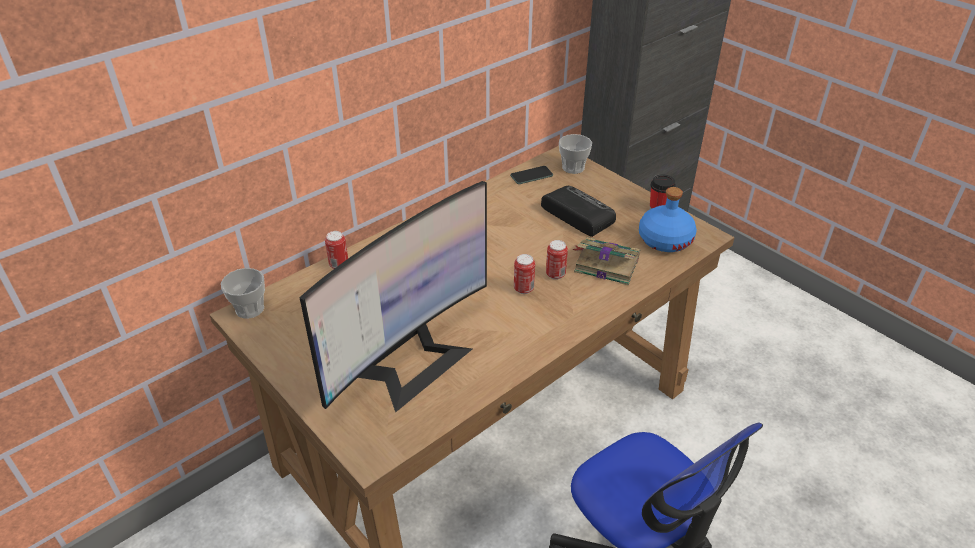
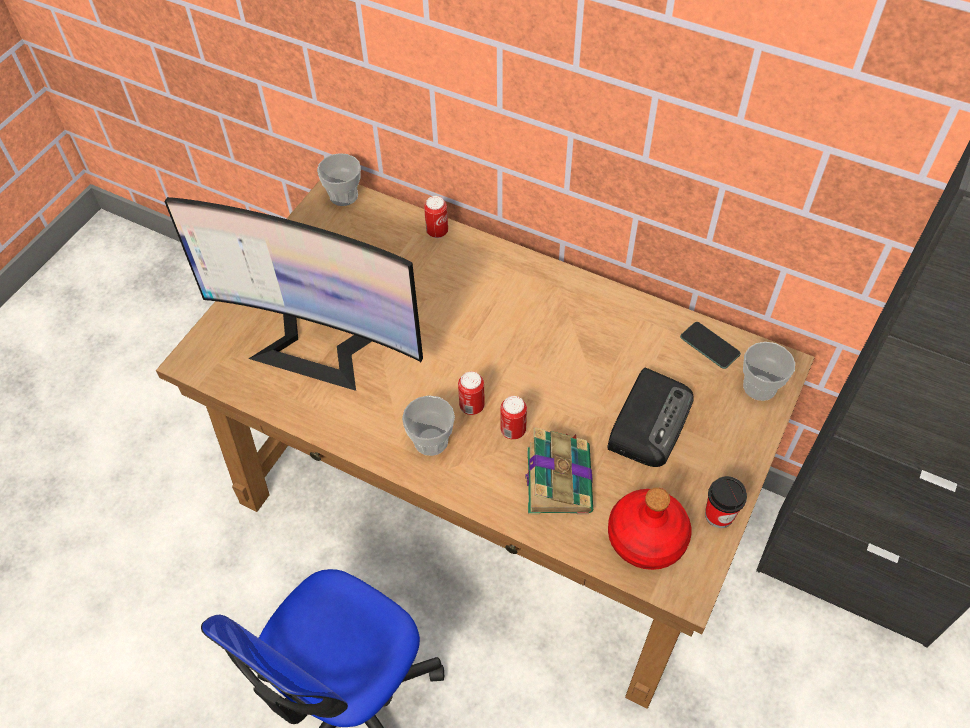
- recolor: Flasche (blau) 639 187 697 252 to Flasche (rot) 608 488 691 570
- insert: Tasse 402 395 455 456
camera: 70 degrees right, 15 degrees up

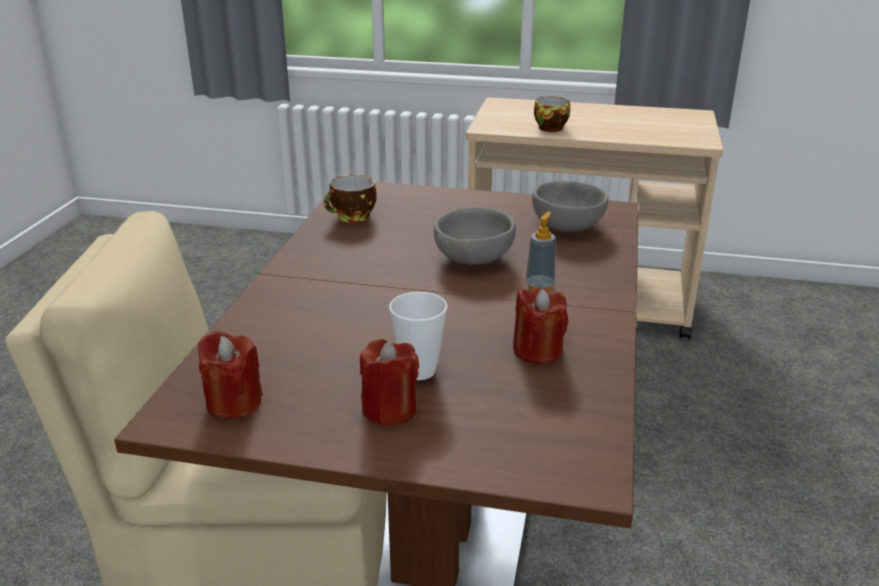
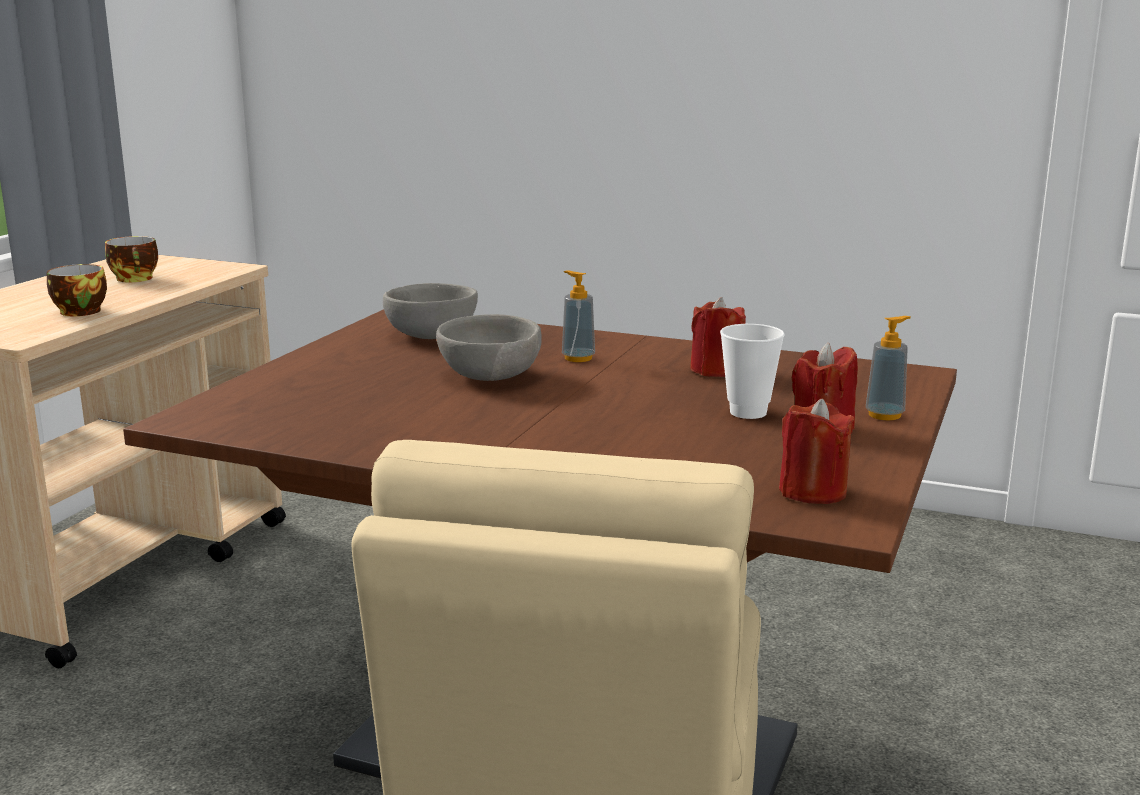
- move: Tasse 324 175 376 223 to 105 236 158 282
- insert: Seifenspender 866 316 911 420
camera: 80 degrees left, 10 degrees down

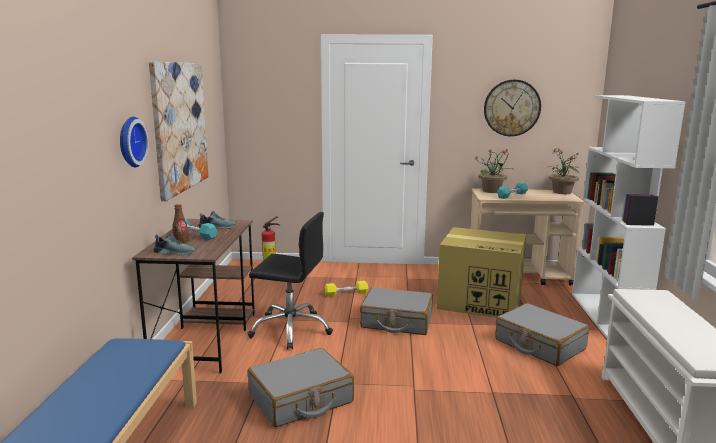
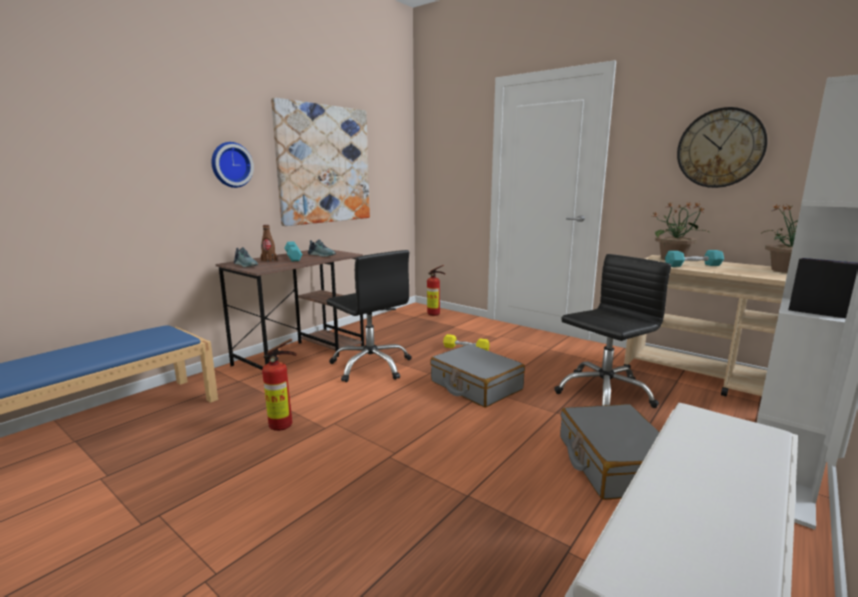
- replace: Karton 437 227 526 318 to Bürostuhl (schwarz) 554 254 671 408
- replace: Koffer (grau) 248 348 354 427 to Feuerlöscher 262 339 297 431
camera: 35 degrees right, 0 degrees up

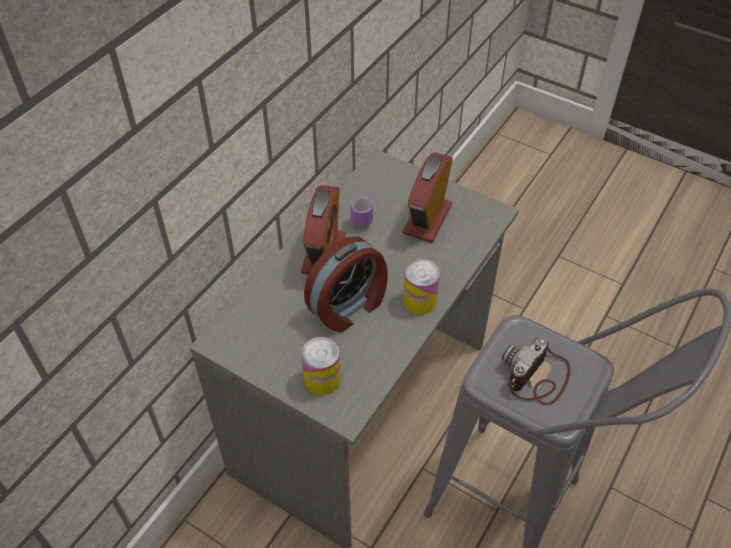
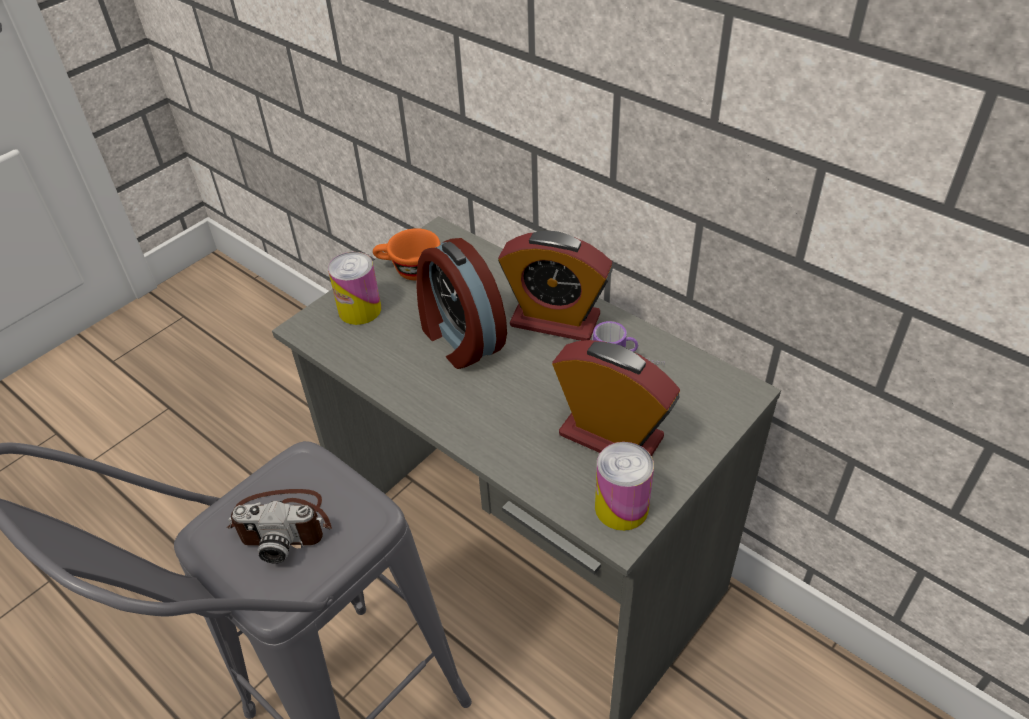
- move: Dose 403 259 440 315 to 595 442 654 531
- rotate: Kamera 502 338 571 405 = 226 489 332 564 135 degrees clockwise
- insert: Tasse (orange) 373 228 440 280
camera: 100 degrees right, 5 degrees down

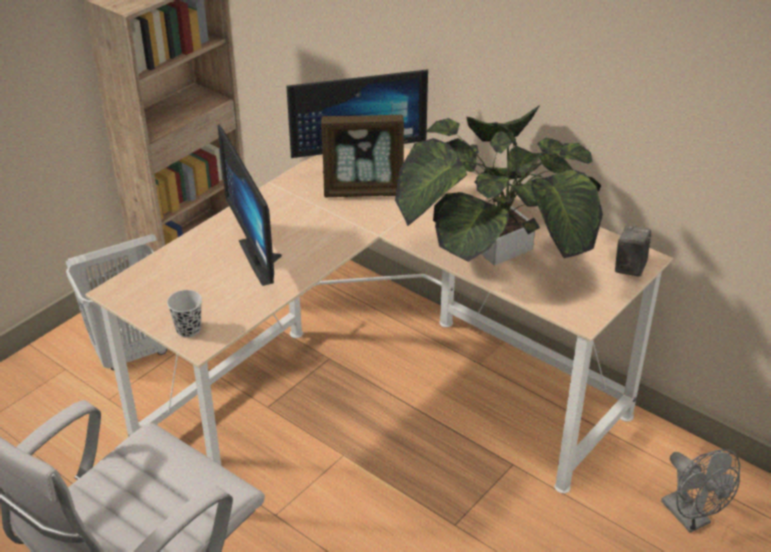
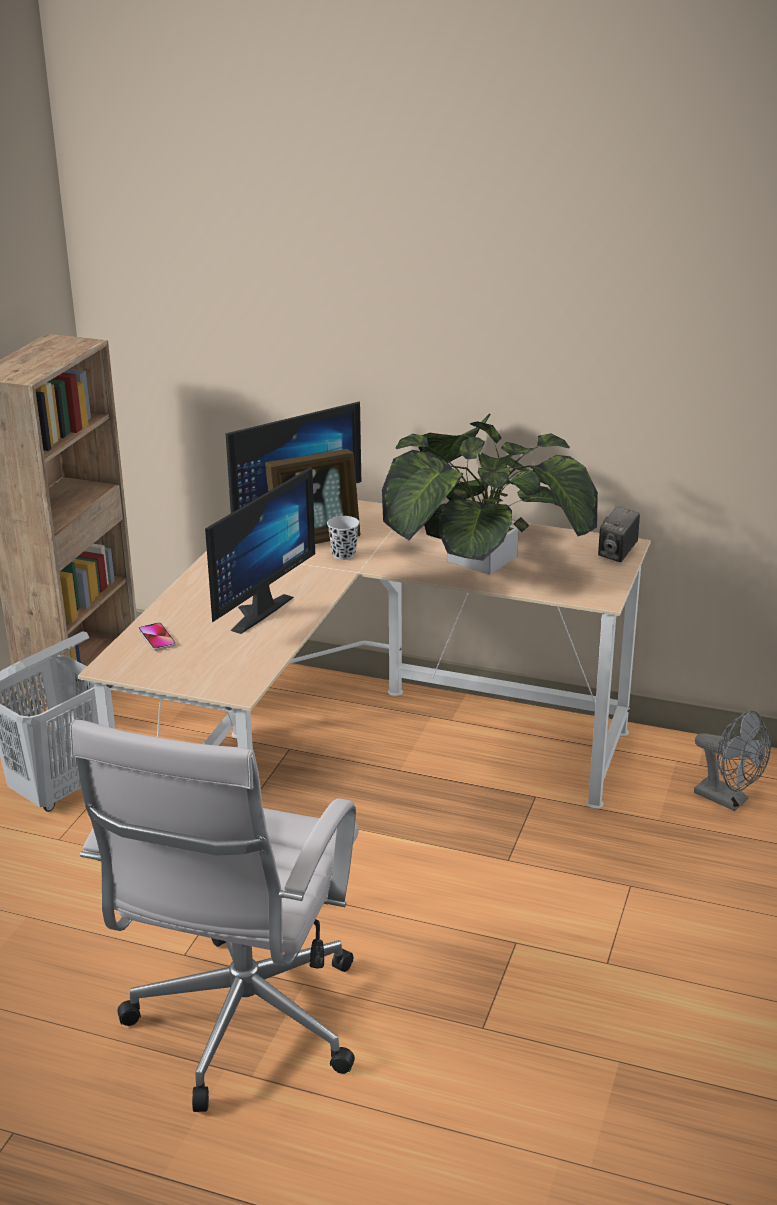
- rotate: Monitor 218 124 282 286 = 205 467 315 634 105 degrees counterclockwise
- rotate: Kamera 615 226 651 277 = 598 506 640 562 150 degrees counterclockwise
- move: Tasse (schwarz) 167 290 202 338 to 327 516 359 560
- insert: Handy 138 622 176 651
camera: 20 degrees left, 10 degrees down

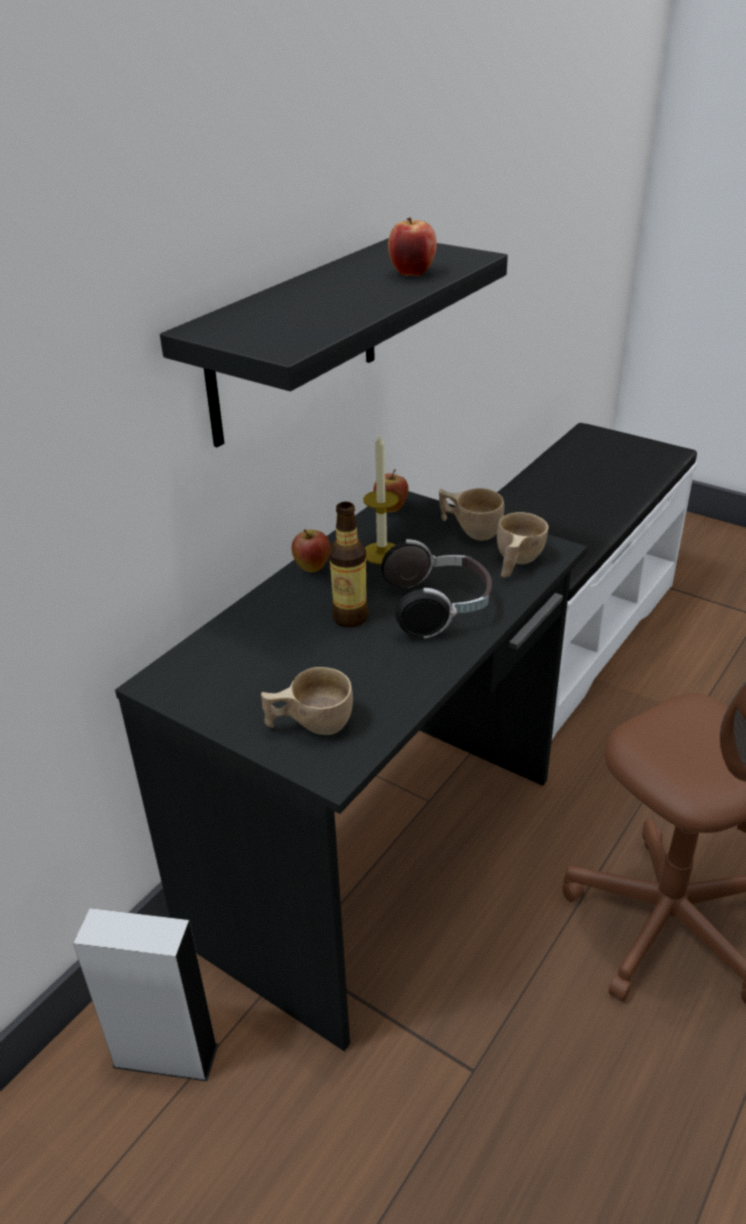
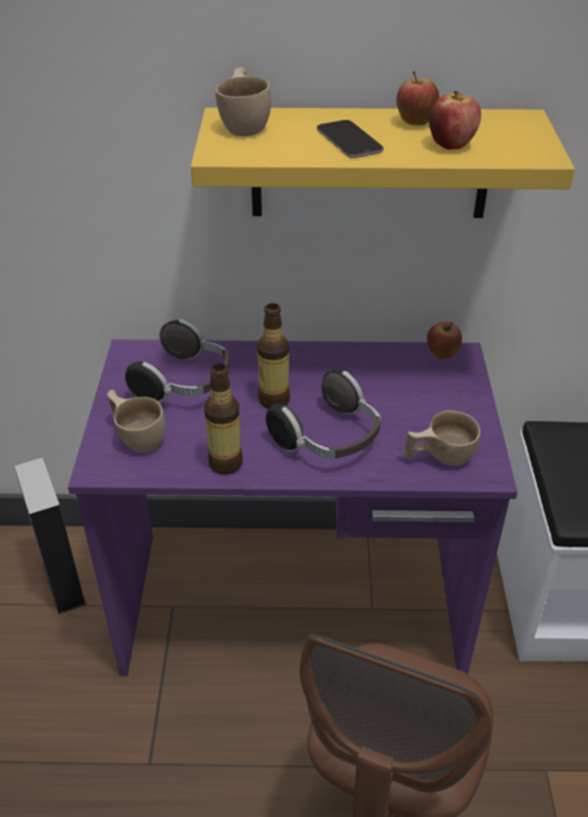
- recolor: Wandregal (schwarz) 160 238 508 447 to Wandregal (gelb) 191 107 575 218
- delete: Kerze 363 433 399 564
- move: Tasse (beige) 439 488 504 541 to 215 67 271 136
- recolor: Schreibtisch (schwarz) 115 491 587 1051 to Schreibtisch (lila) 68 339 518 676
- move: Apfel 292 529 330 572 to 397 71 439 126
- insert: Handy 317 120 384 158
- insert: Kopfhörer 125 319 229 403
- insert: Flasche 204 363 243 475
camera: 55 degrees right, 5 degrees up

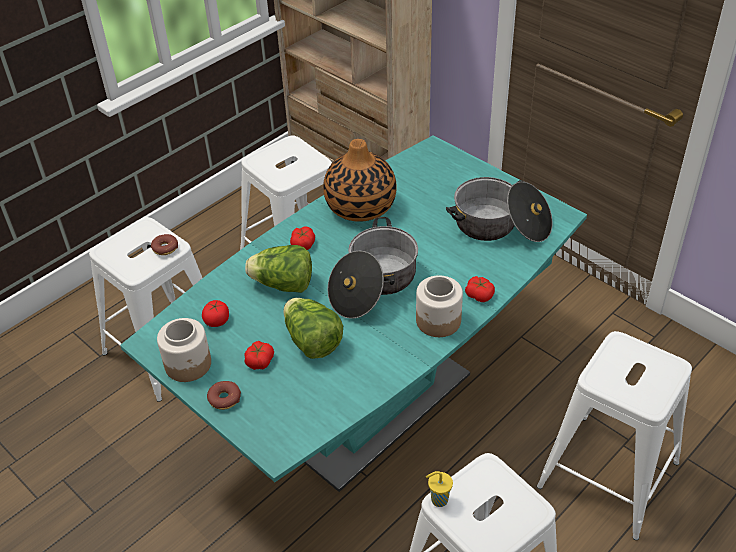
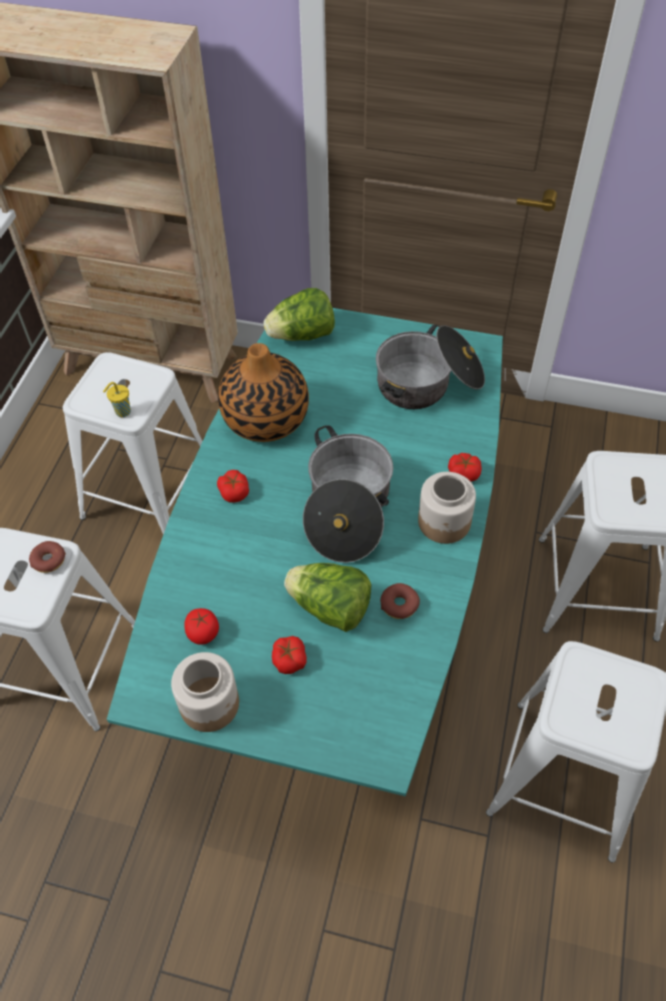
- move: Salatkopf 245 245 312 293 to 263 288 335 341
- move: Donut 207 381 241 410 to 380 583 420 619
- move: Tasse (gelb) 426 471 453 507 to 103 382 131 417
camera: 30 degrees left, 10 degrees up

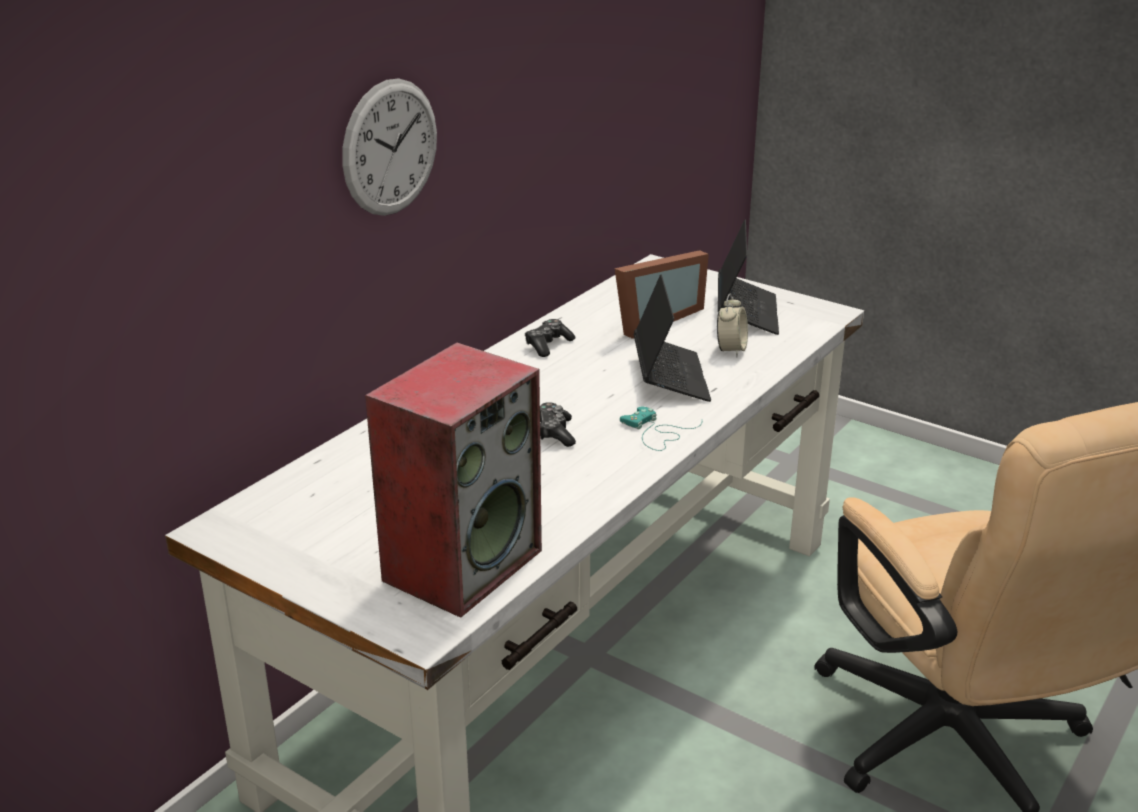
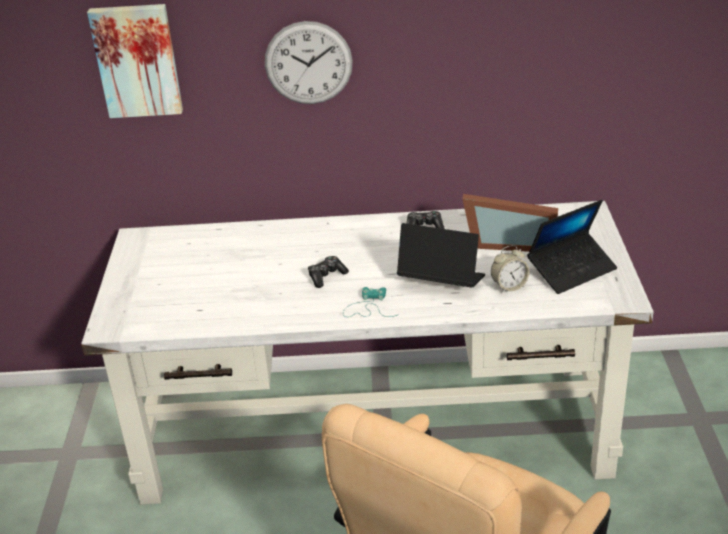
- rotate: Laptop 634 275 711 402 = 397 223 485 288 120 degrees counterclockwise
- delete: Lautsprecher 365 342 542 618
- insert: Bild 87 4 183 118
camera: 55 degrees right, 5 degrees up

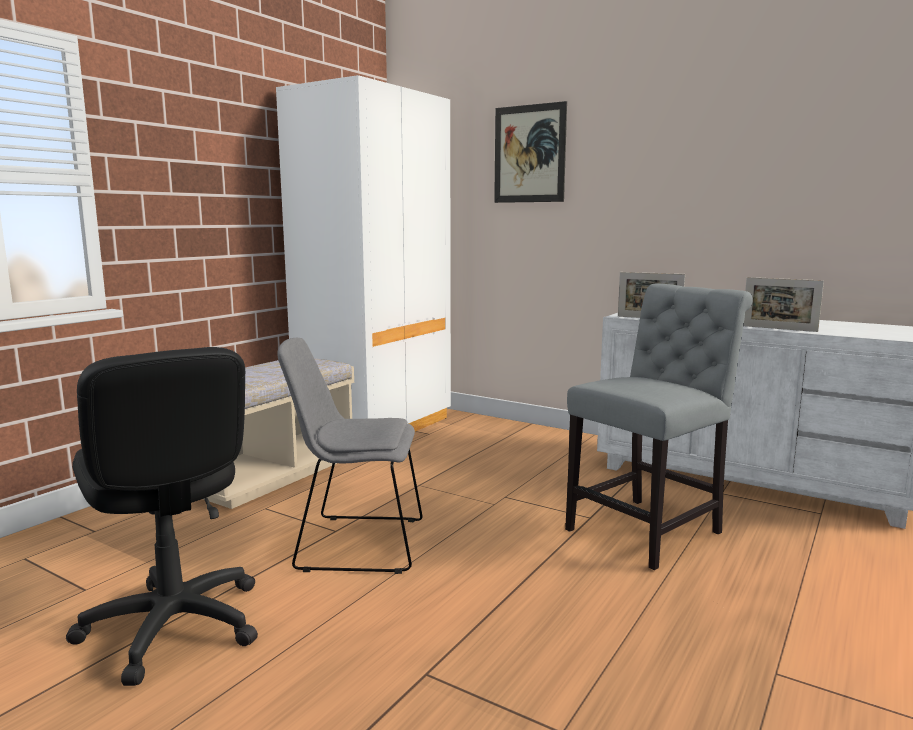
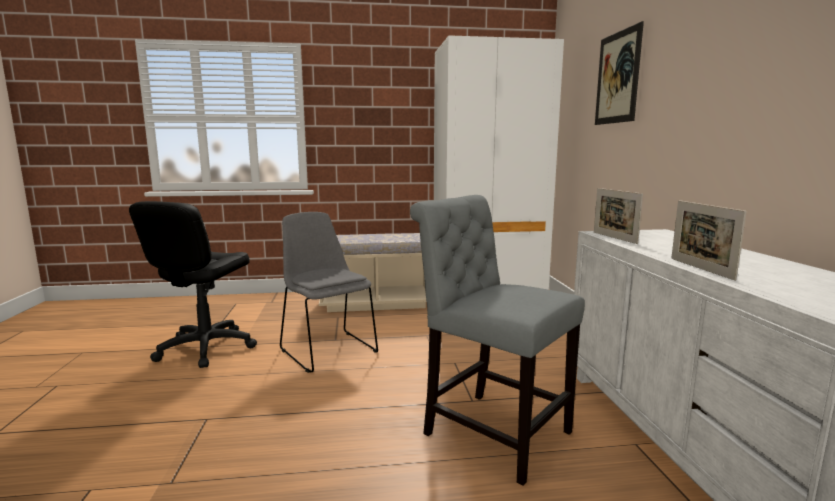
- rotate: Stuhl (grau) 565 284 753 570 = 410 195 585 486 150 degrees counterclockwise
camera: 50 degrees right, 0 degrees up

